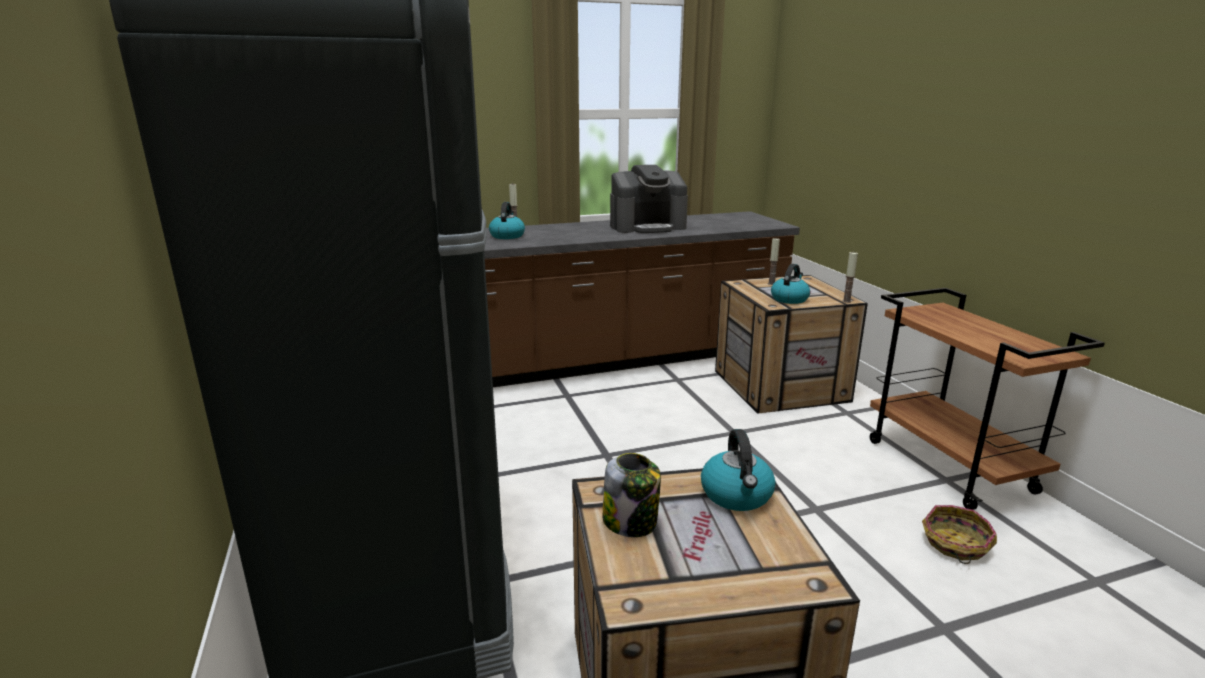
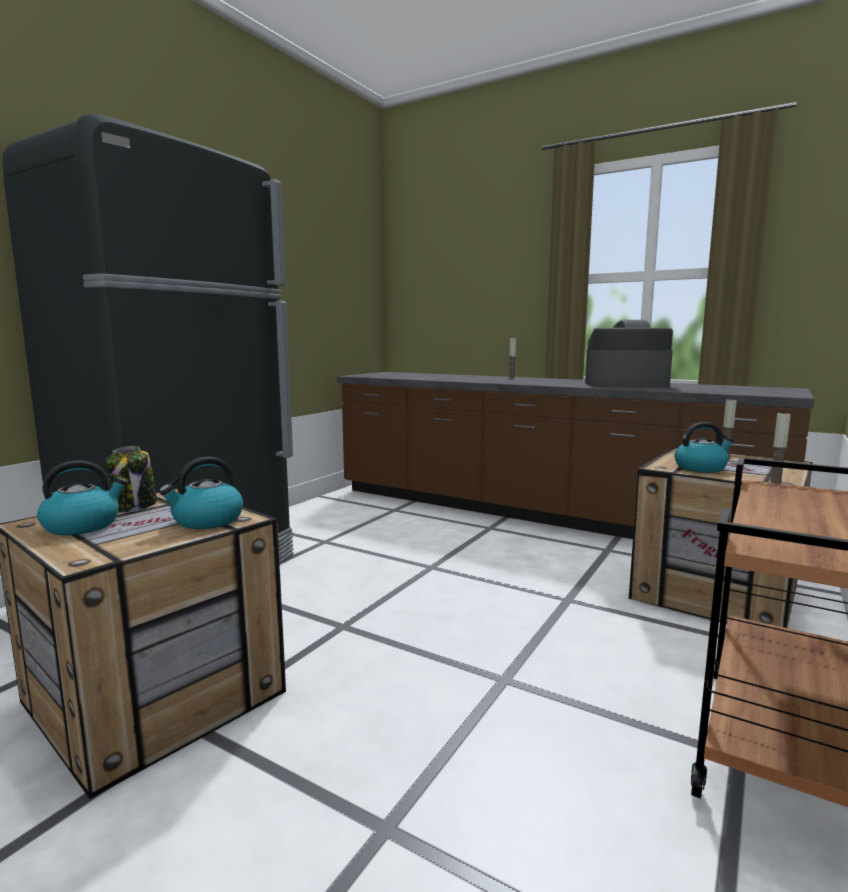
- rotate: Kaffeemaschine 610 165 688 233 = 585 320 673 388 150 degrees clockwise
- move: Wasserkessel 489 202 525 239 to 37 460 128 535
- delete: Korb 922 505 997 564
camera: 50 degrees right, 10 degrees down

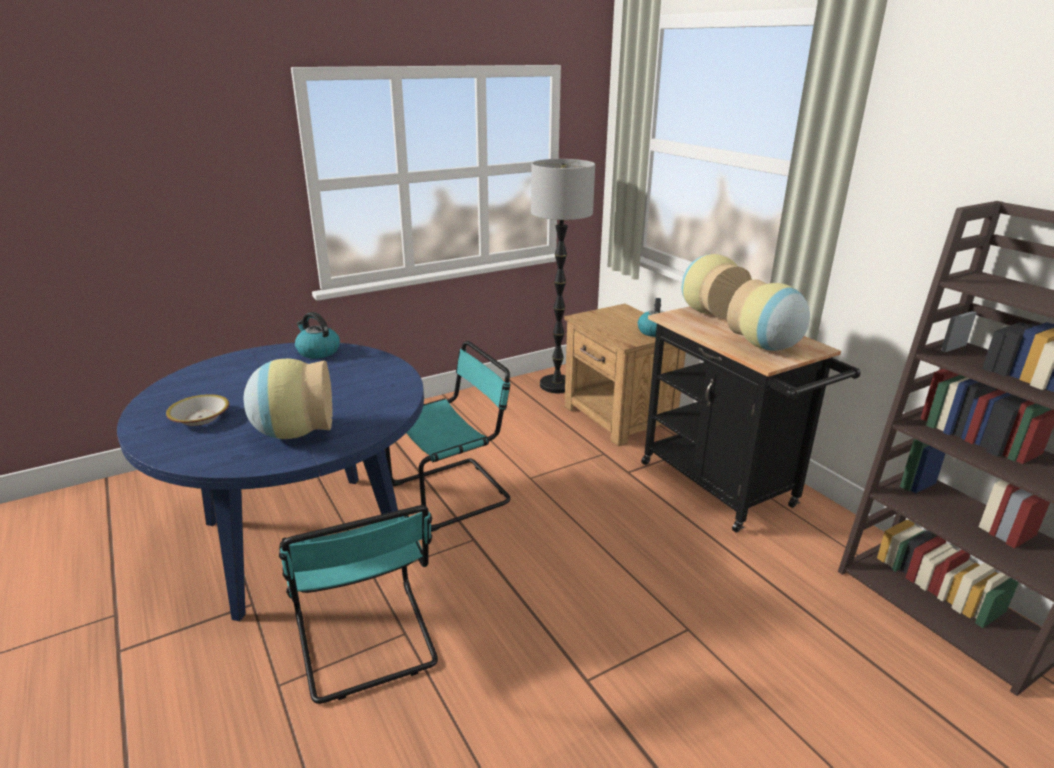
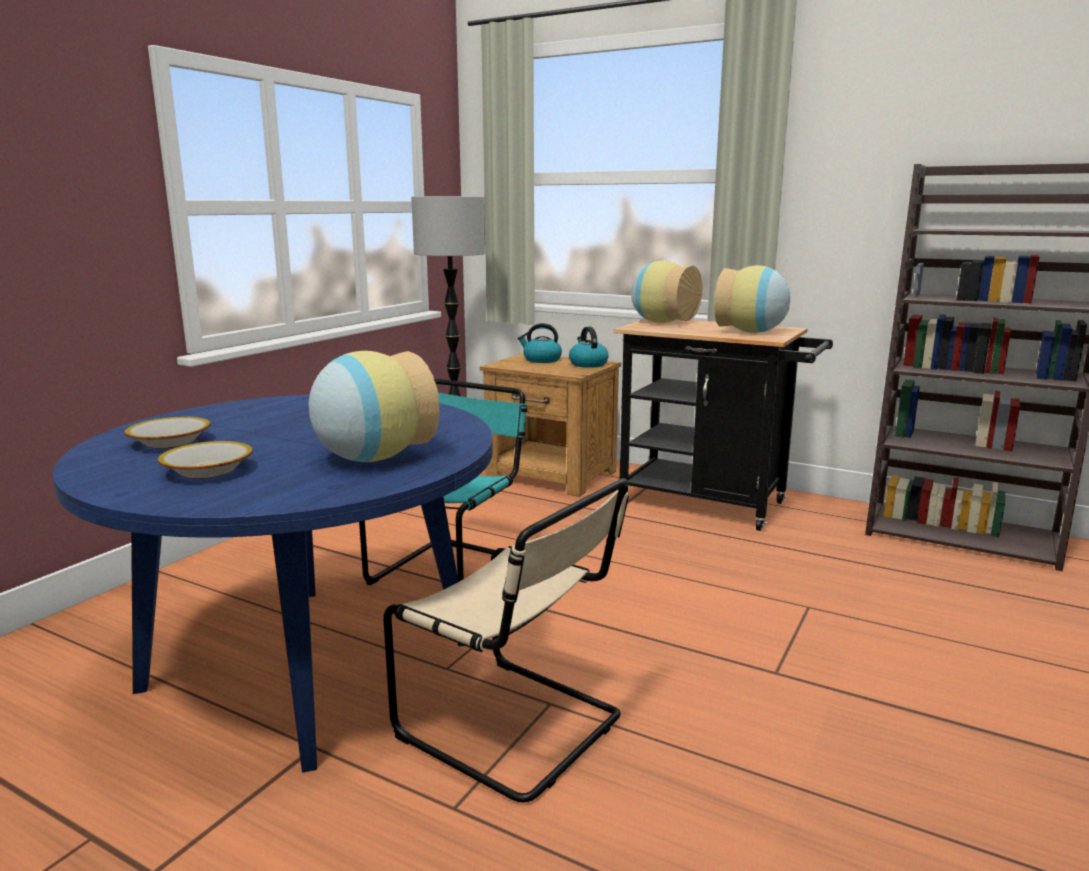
- move: Wasserkessel 295 312 340 359 to 518 323 562 363
- recolor: Stuhl (türkis) 279 505 438 704 to Stuhl (beige) 383 478 629 803
- insert: Schüssel 125 417 211 449
camera: 30 degrees left, 10 degrees down

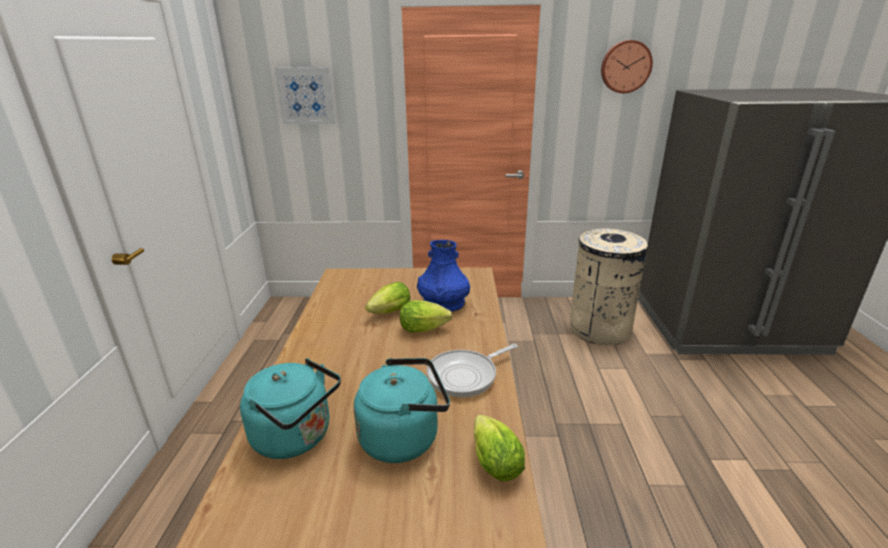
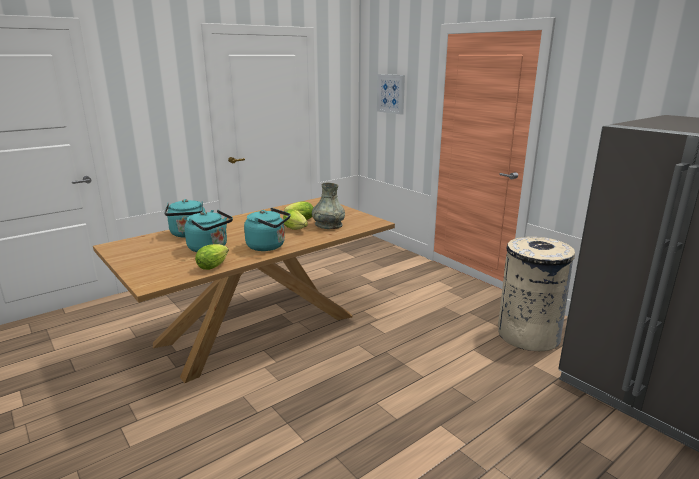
- delete: Wanduhr 601 40 653 93
- recolor: Vase (blau) 417 240 470 312 to Vase (grau) 312 183 345 229
- replace: Pfanne 426 344 518 398 to Wasserkessel (türkis) 244 208 291 251
camera: 50 degrees right, 5 degrees down

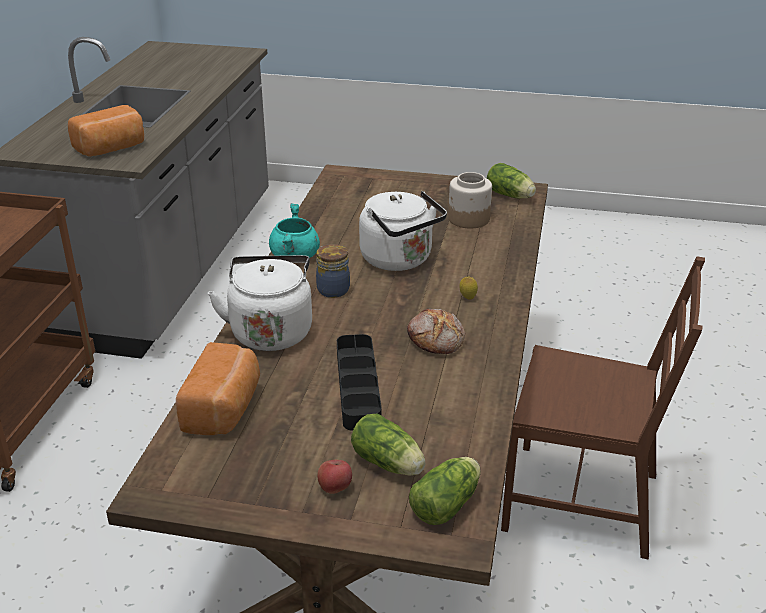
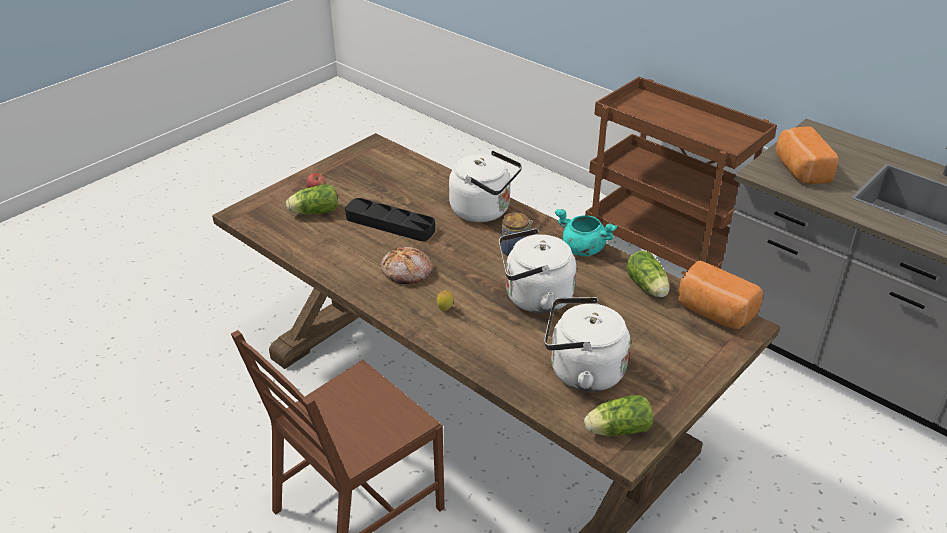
- replace: Vorratsglas 448 172 492 228 to Wasserkessel (weiß) 544 297 630 392
- move: Brot 176 342 260 435 to 678 261 763 330
- move: Salatkopf 409 457 481 525 to 627 251 670 297
camera: 120 degrees right, 5 degrees up

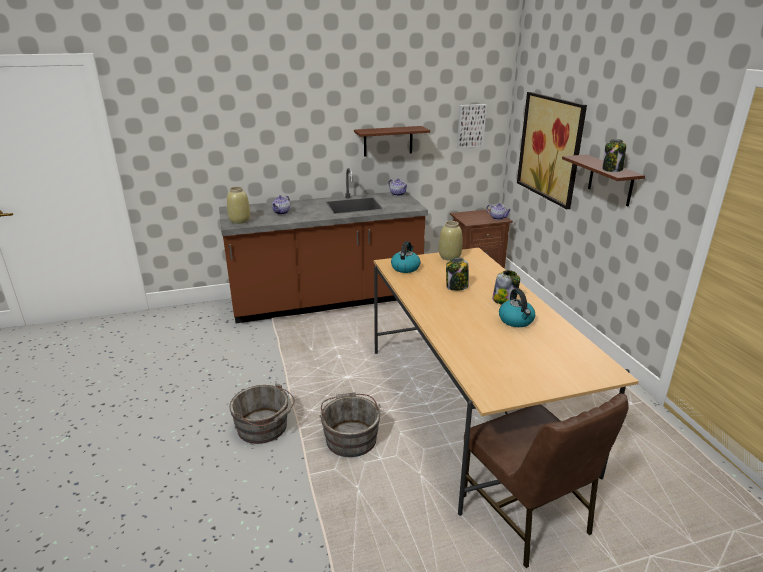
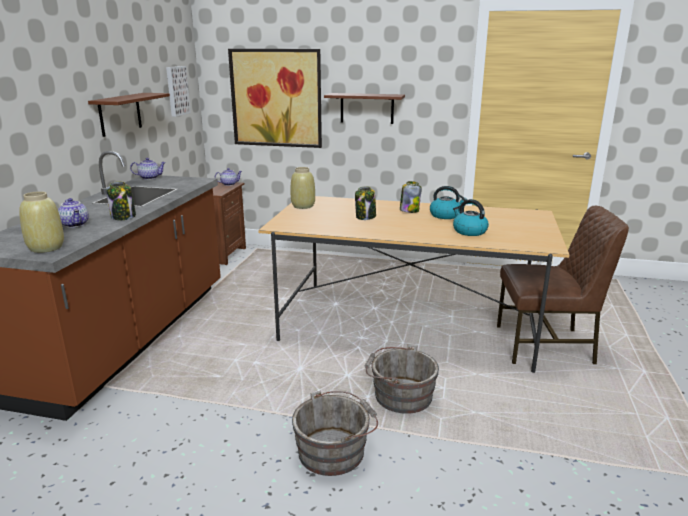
- move: Vorratsglas 602 139 626 172 to 106 181 136 220
- move: Wasserkessel 391 241 421 273 to 453 199 489 236
camera: 60 degrees left, 5 degrees down

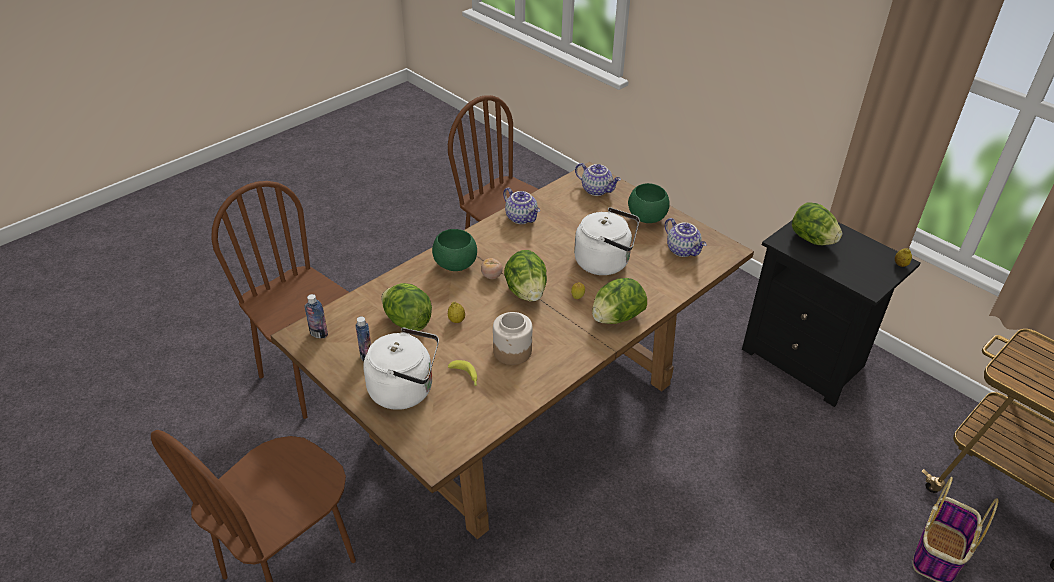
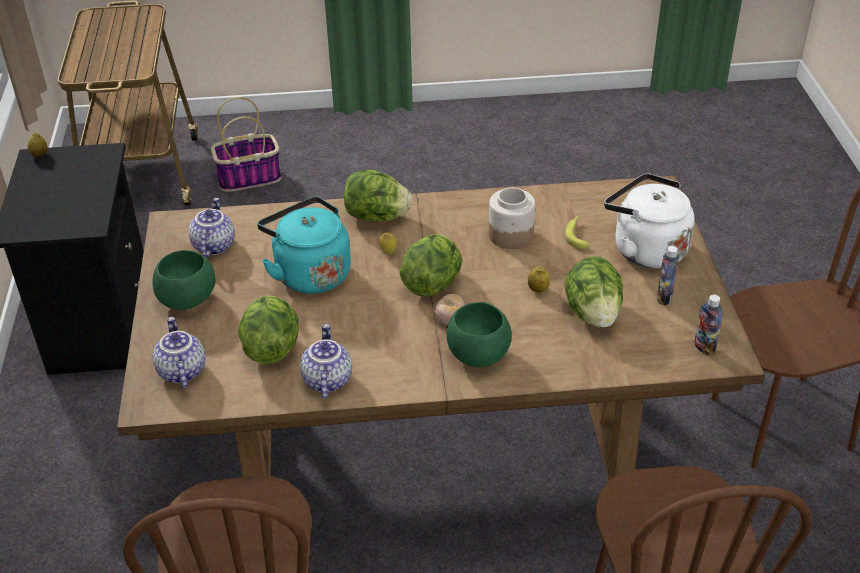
- move: Salatkopf 792 202 842 245 to 238 295 299 365
- recolor: Wasserkessel (weiß) 574 207 640 275 to Wasserkessel (türkis) 257 197 351 294
camera: 140 degrees left, 0 degrees up

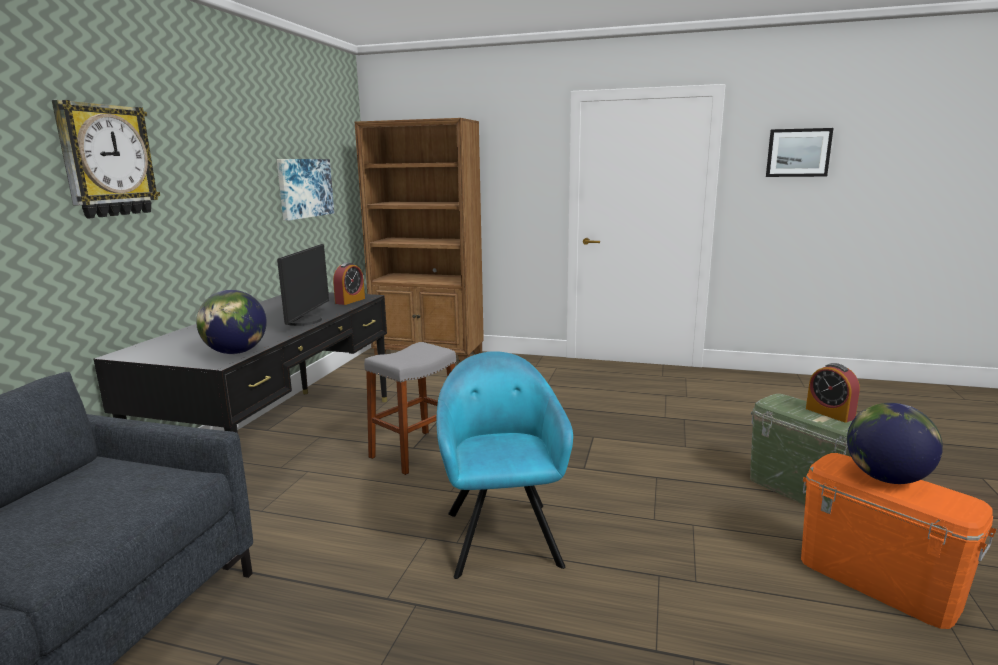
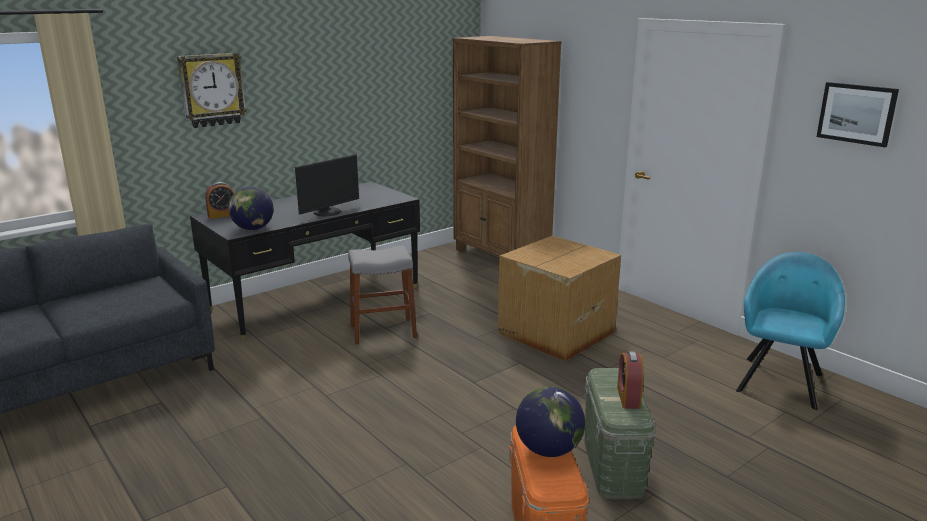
- delete: Bild 277 159 334 221
- move: Wecker 333 263 365 305 to 205 182 234 219
- move: Sessel (türkis) 437 351 573 579 to 736 252 845 410
- insert: Karton 498 236 621 361
camera: 35 degrees right, 5 degrees up

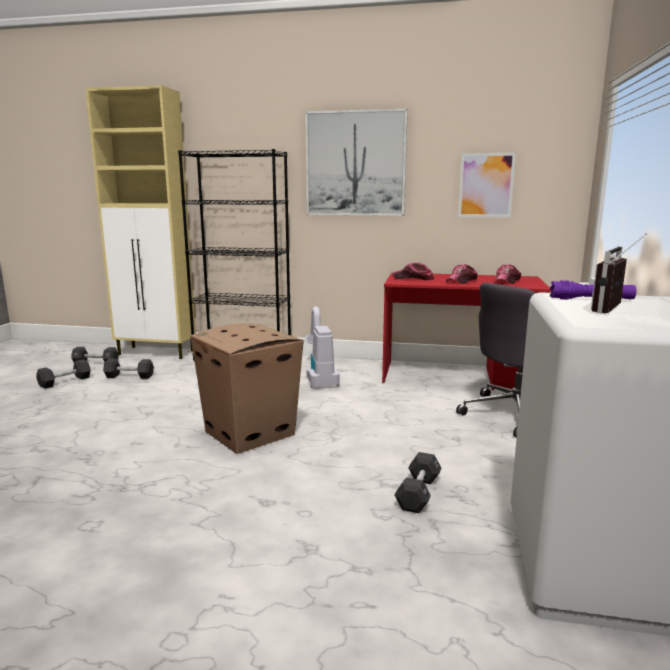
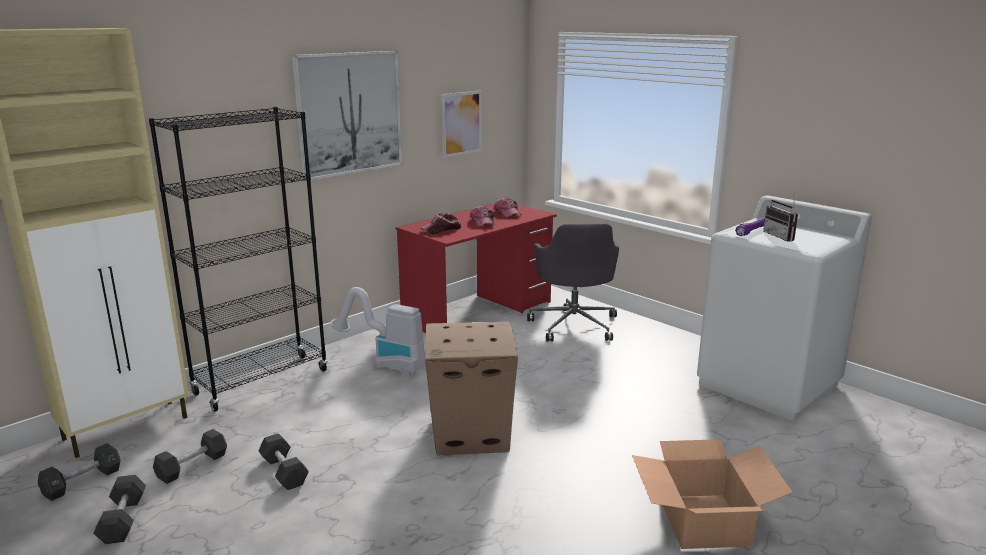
- move: Hantel (schwarz) 395 452 441 513 to 258 433 309 490
- insert: Karton 632 439 793 549
camera: 55 degrees left, 5 degrees up

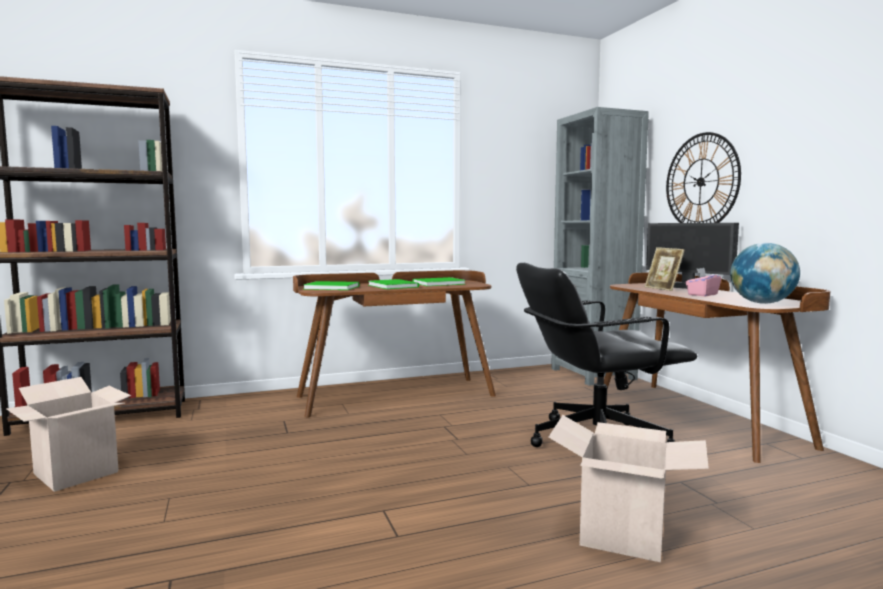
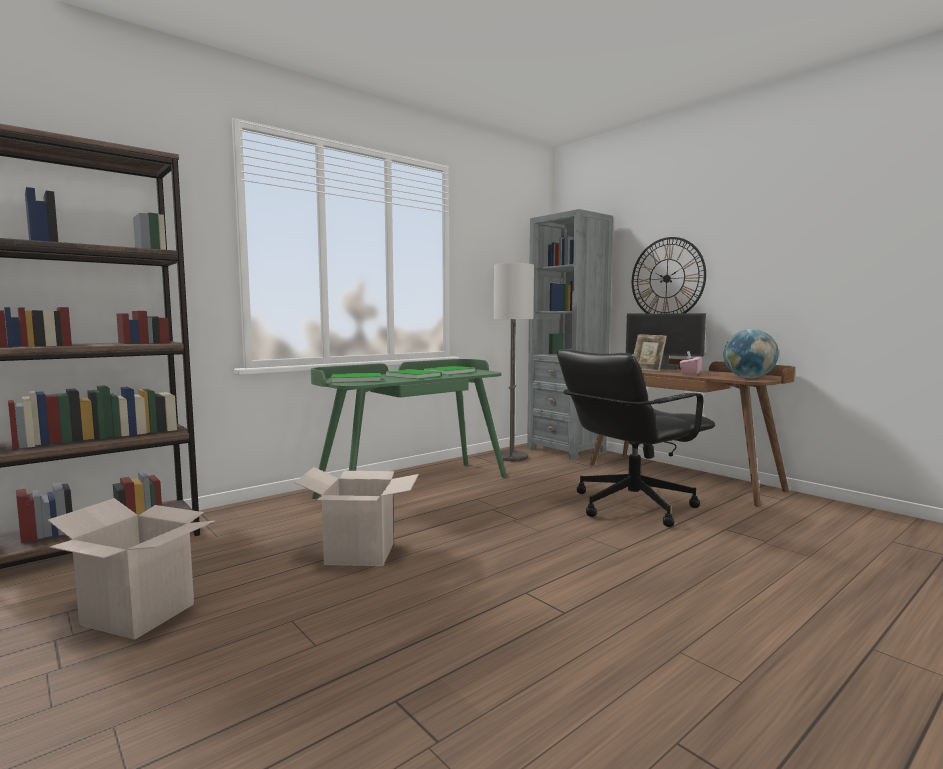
- recolor: Schreibtisch (braun) 293 270 496 418 to Schreibtisch (grün) 311 359 507 499
- move: Karton 549 415 709 562 to 295 467 419 566
- insert: Stehlampe 494 263 534 461
camera: 20 degrees left, 0 degrees up

